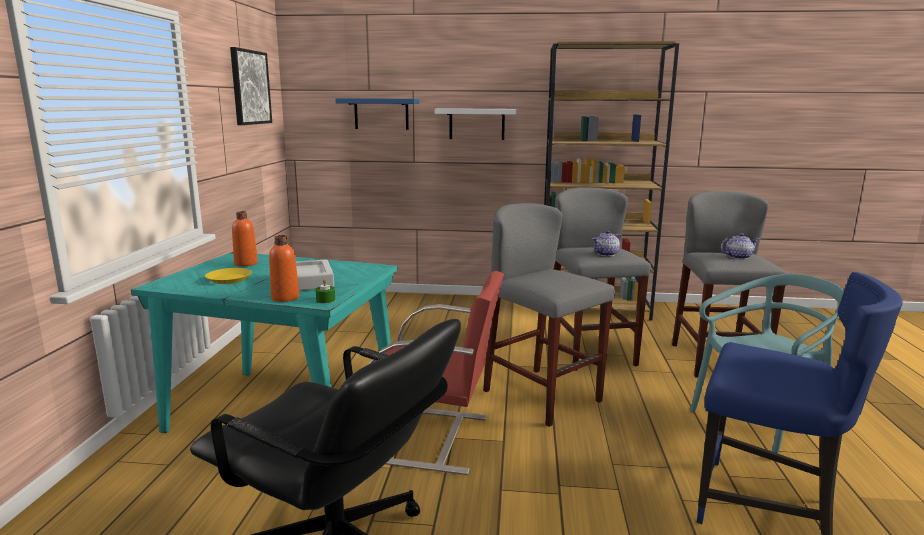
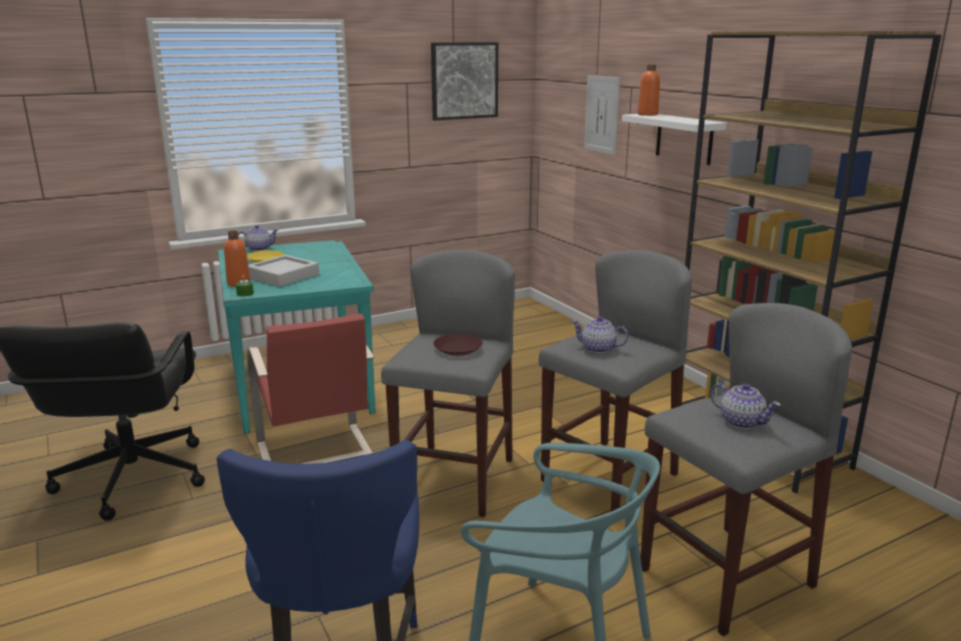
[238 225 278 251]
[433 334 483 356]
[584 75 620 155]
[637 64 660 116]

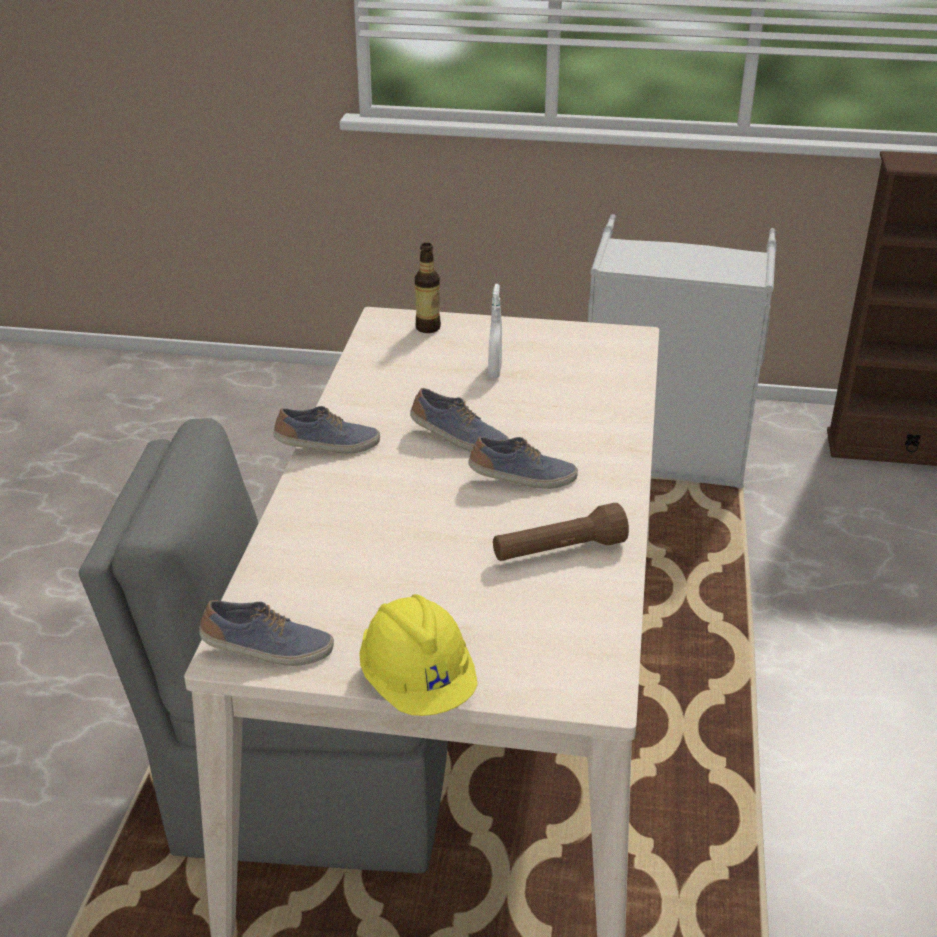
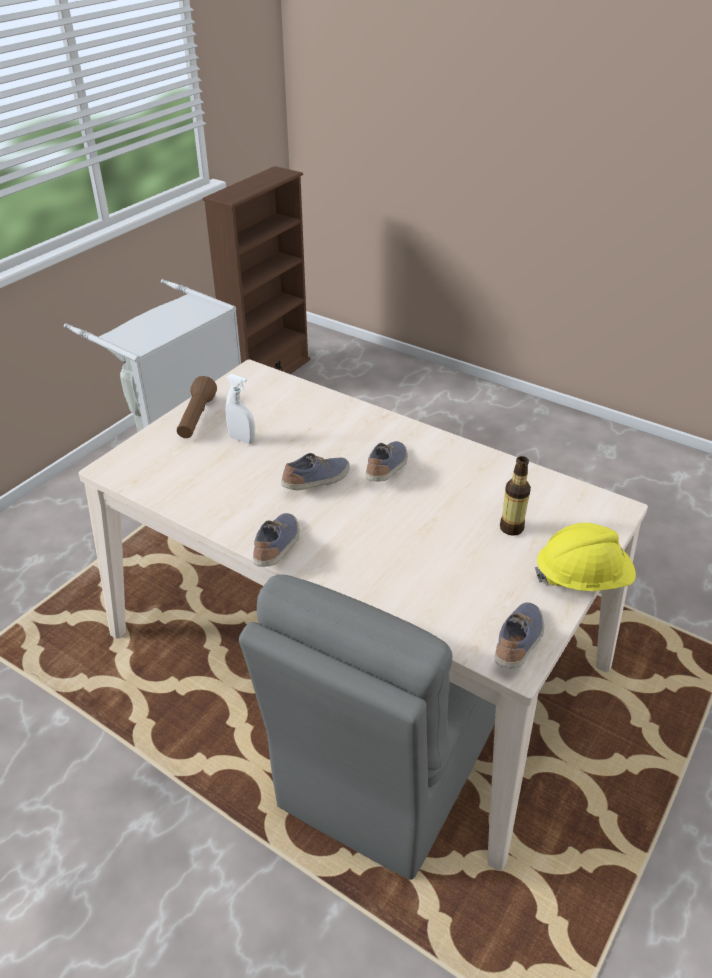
[177 376 217 438]
[500 456 531 536]

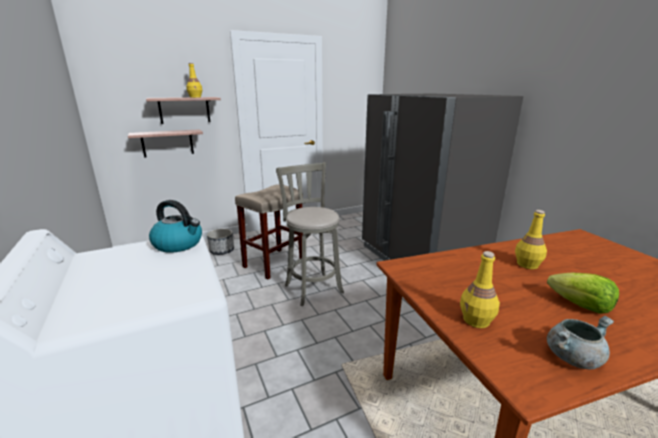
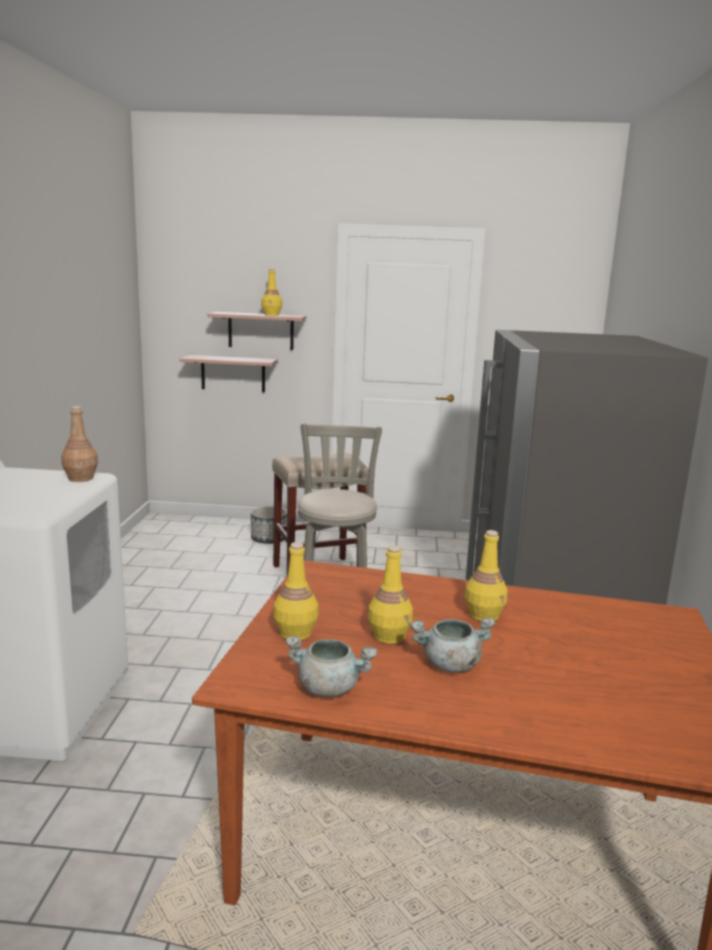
[61 406 98 482]
[368 545 413 644]
[409 617 496 673]

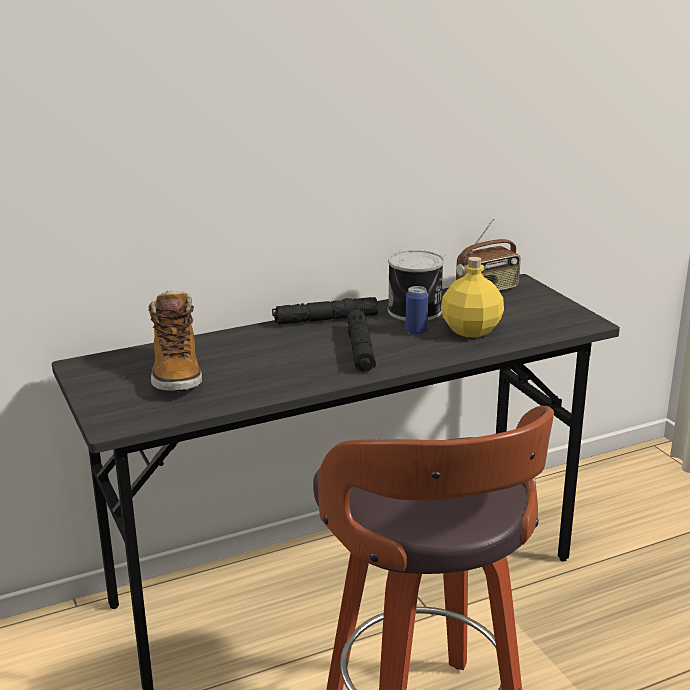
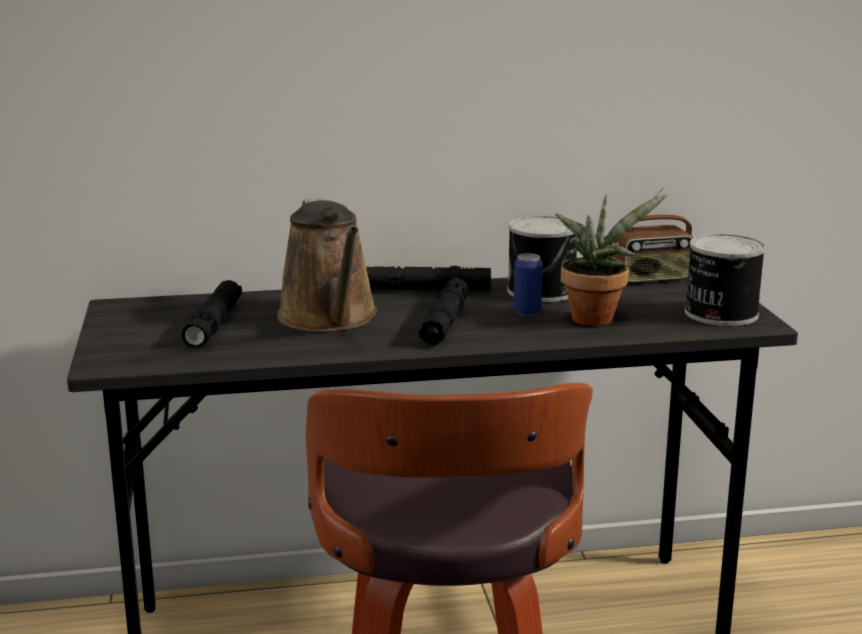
[181 280 242 348]
[277 198 377 332]
[555 194 668 326]
[685 234 765 326]

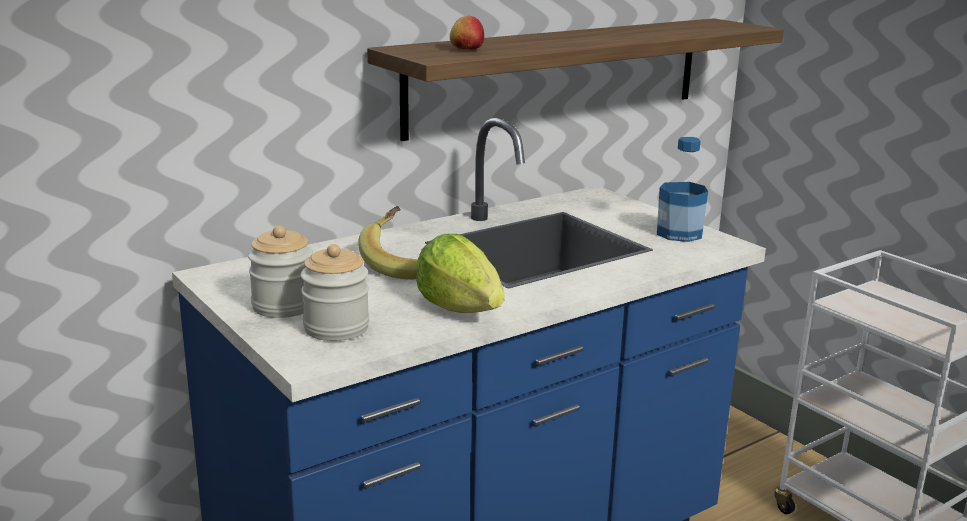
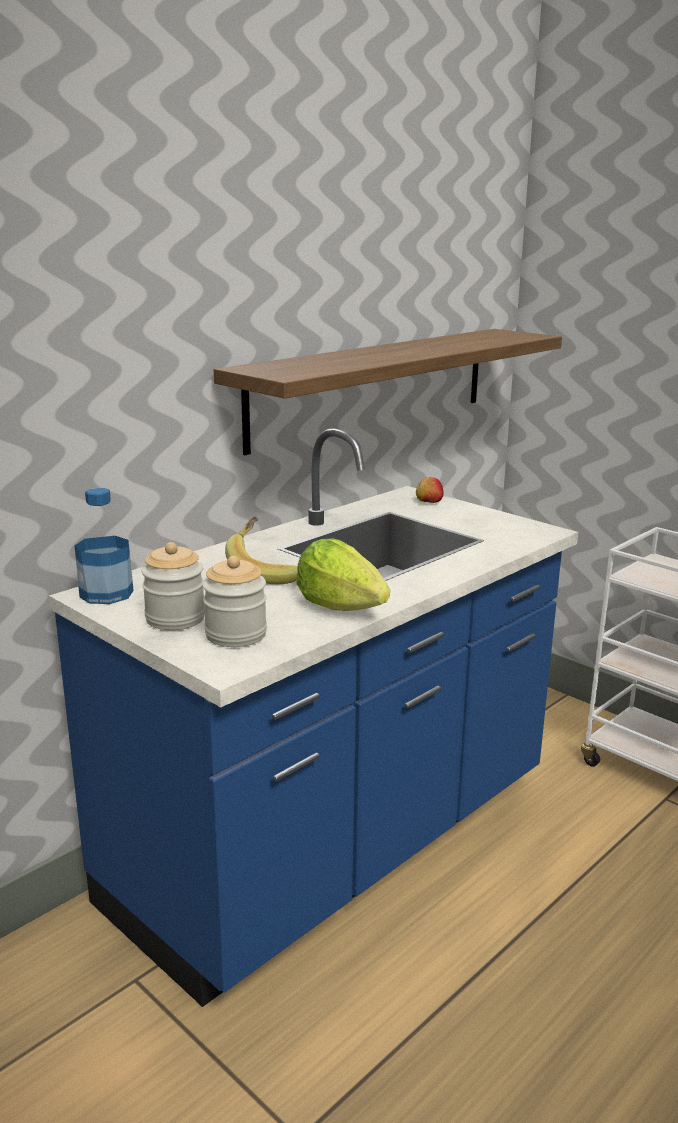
[74 488 134 604]
[416 477 444 503]

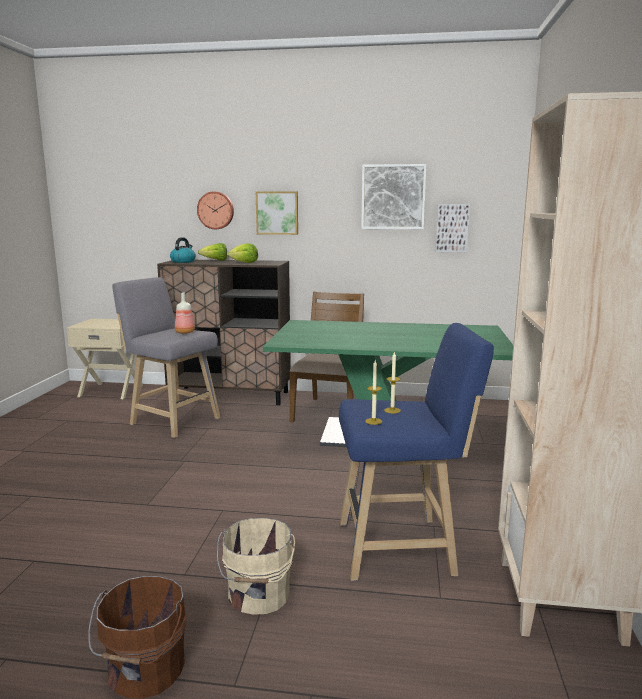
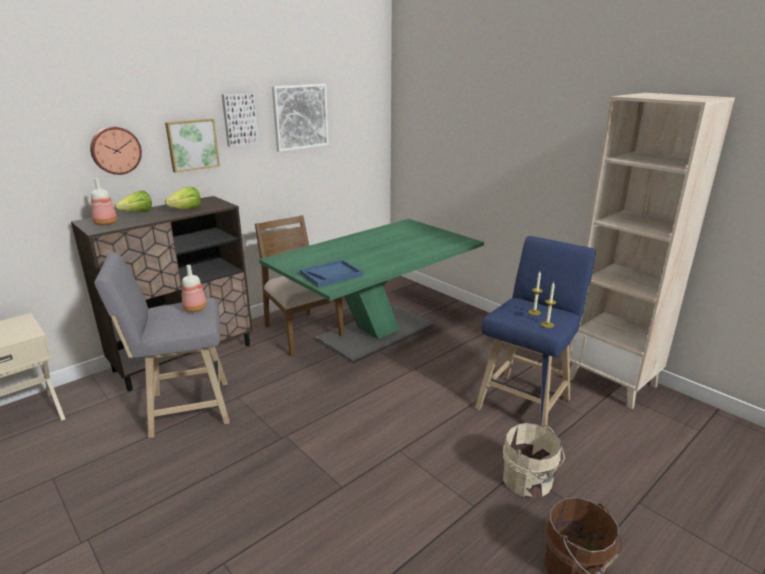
[91 178 117 225]
[222 93 259 147]
[300 260 363 287]

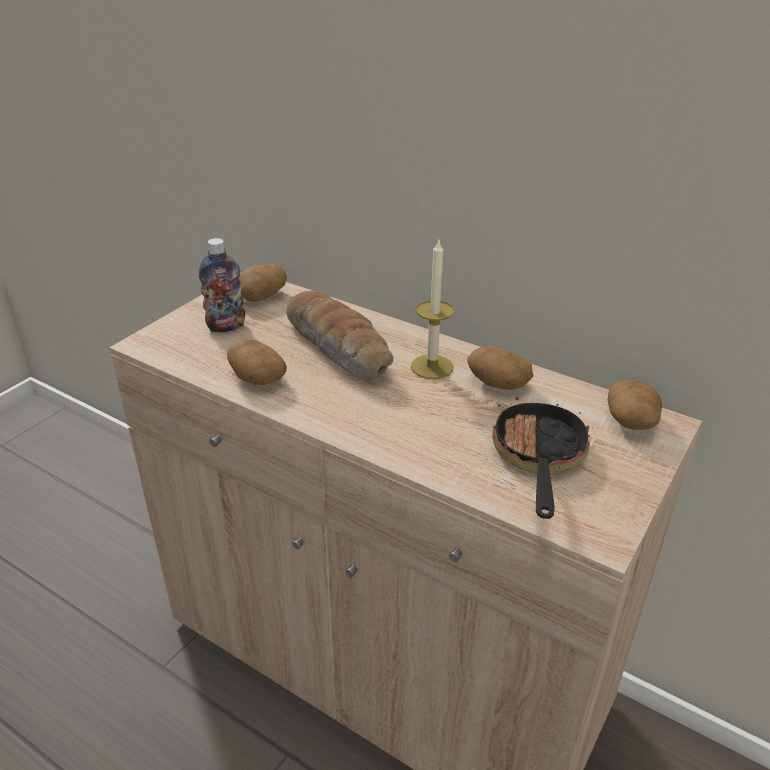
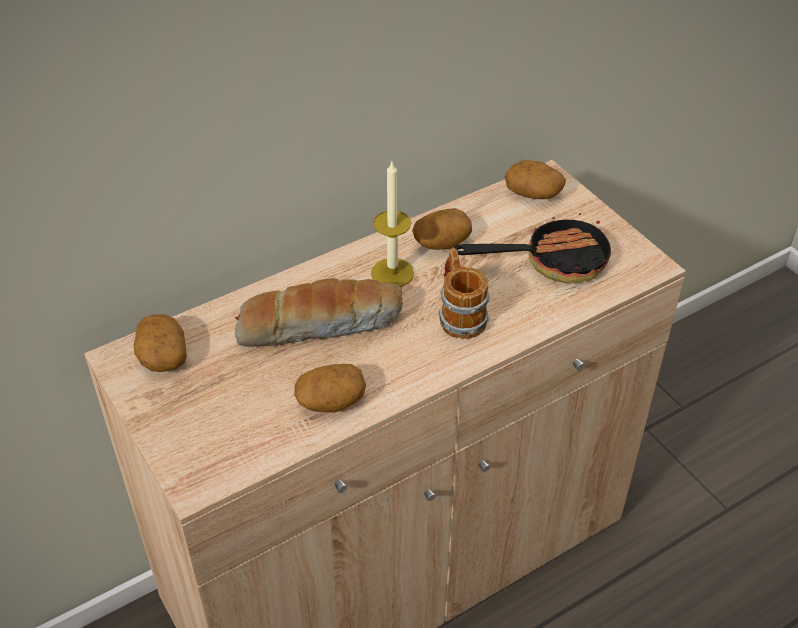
[438 249 490 339]
[454 213 611 283]
[199 238 245 332] (first image)

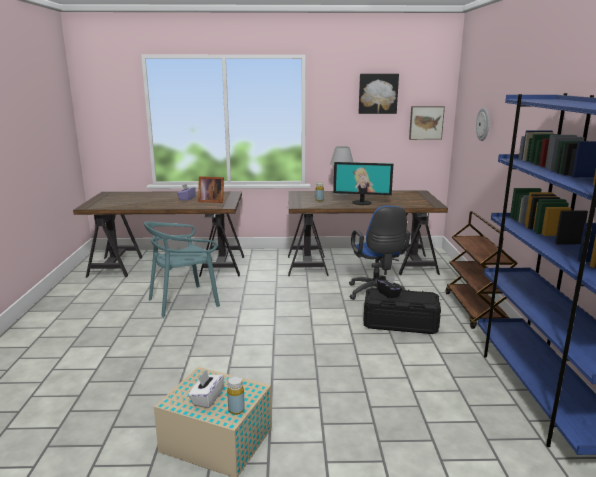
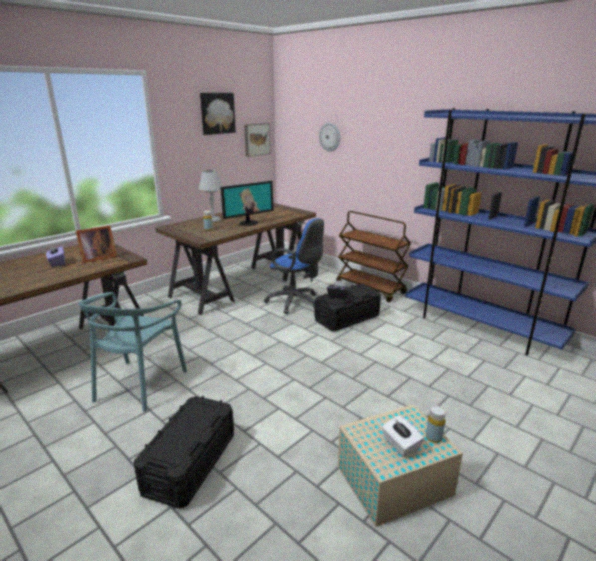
[134 396 234 509]

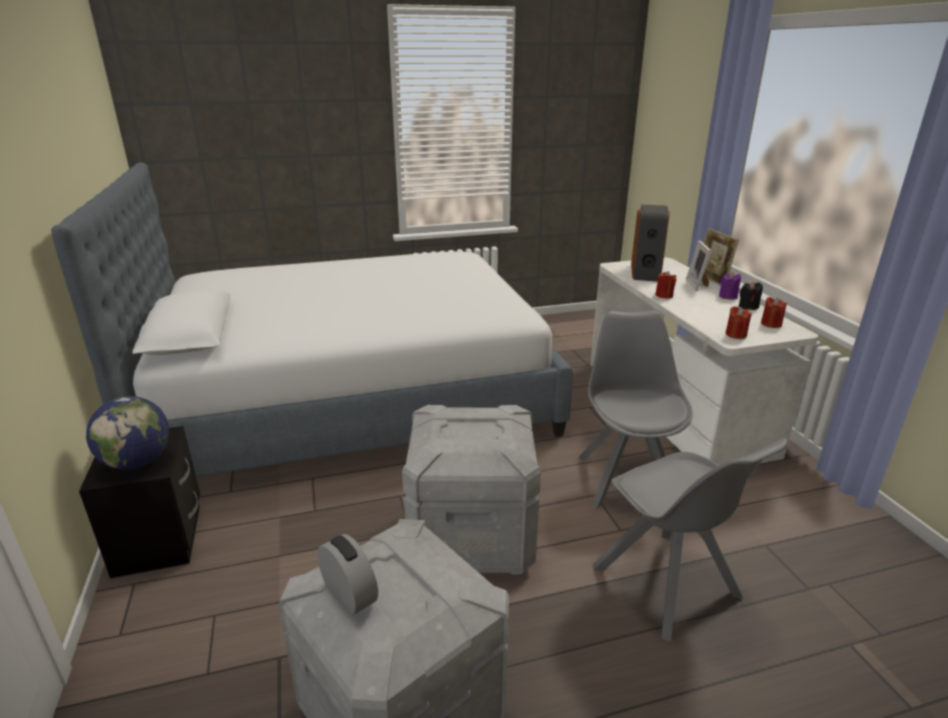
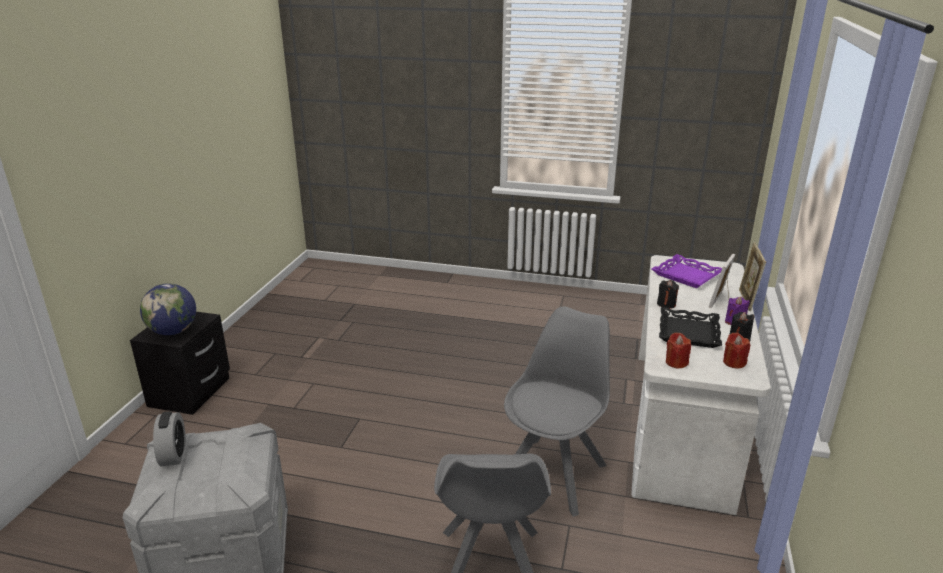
[652 254 722 288]
[657 280 679 309]
[659 307 722 348]
[51 162 573 477] (first image)
[402 405 541 575] (first image)

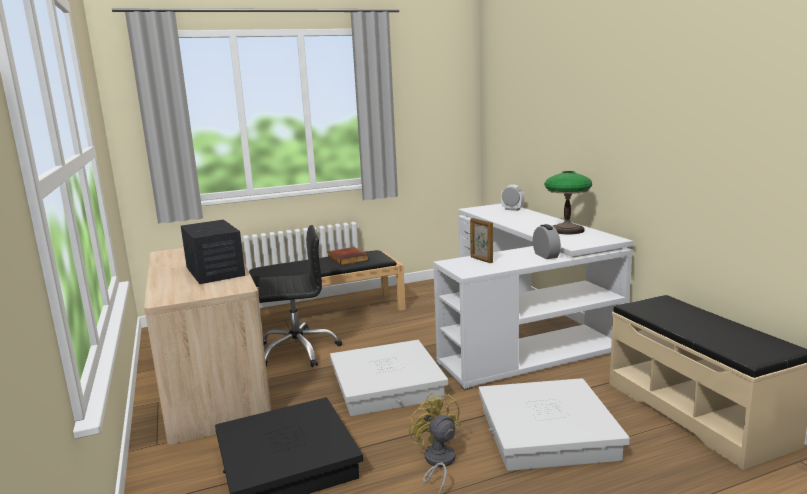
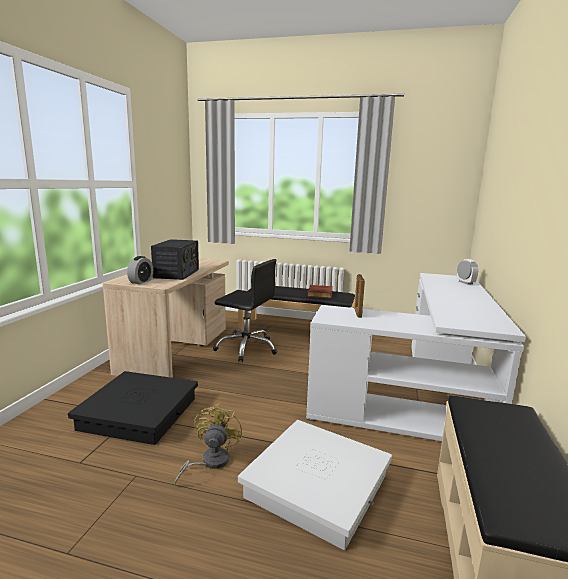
[127 256 153 284]
[330 340 448 416] (first image)
[545 171 592 234] (first image)

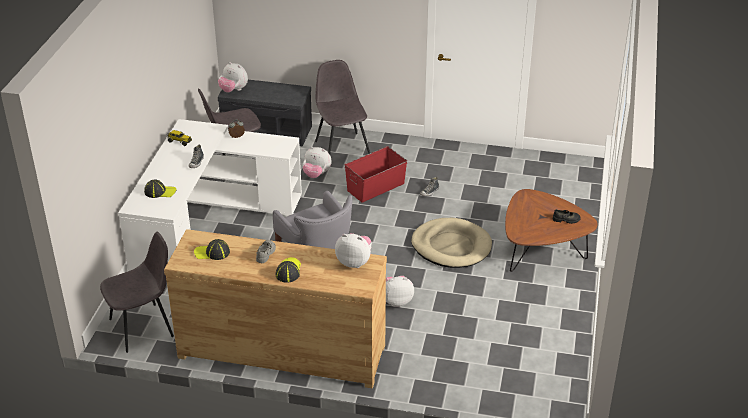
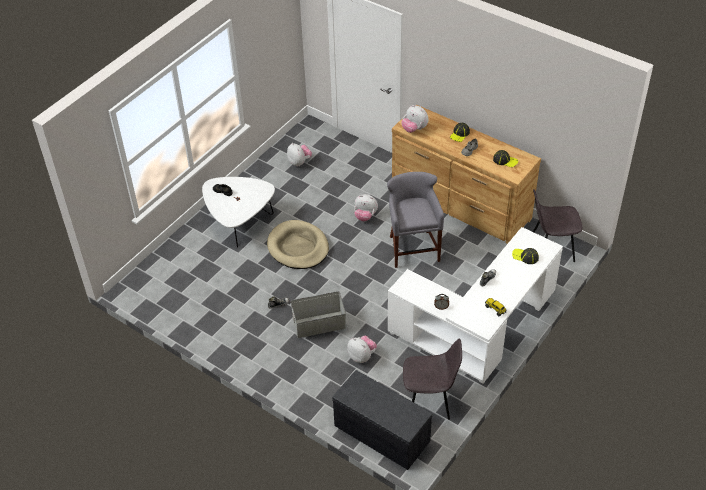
[202 177 275 248]
[287 143 312 166]
[291 291 346 338]
[315 60 370 154] (first image)

